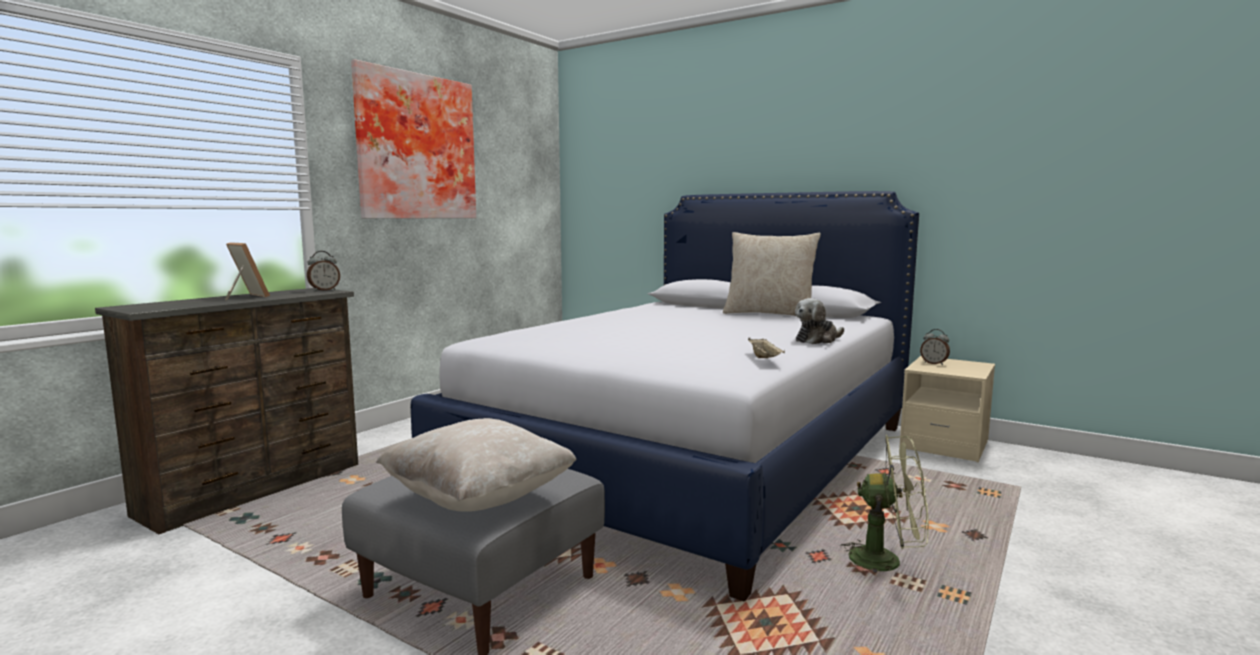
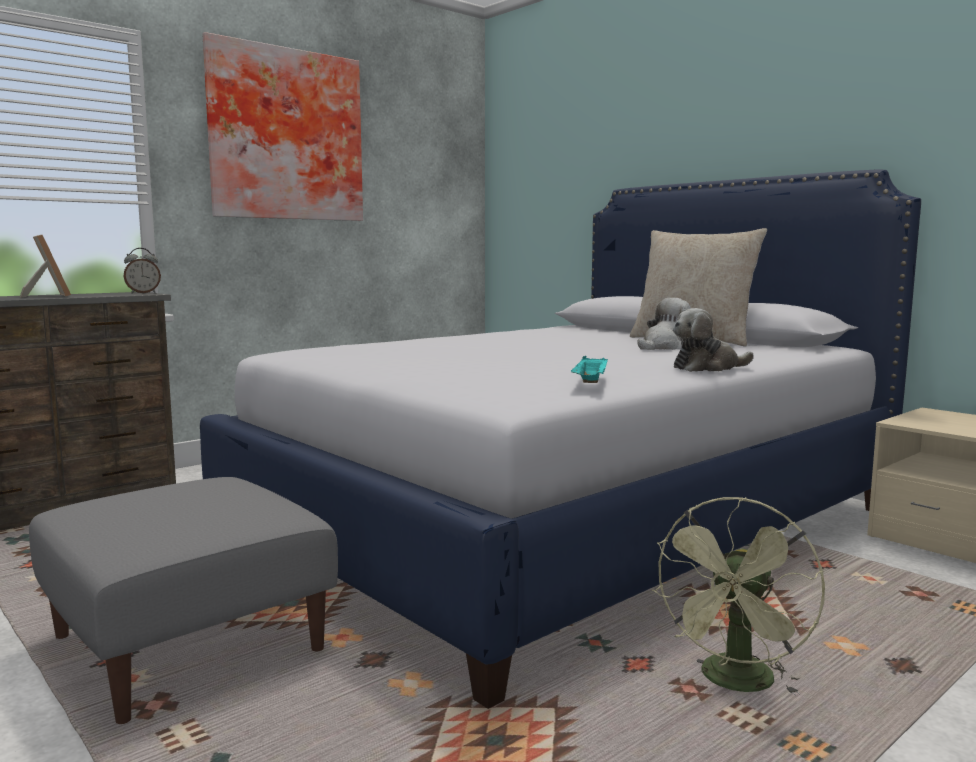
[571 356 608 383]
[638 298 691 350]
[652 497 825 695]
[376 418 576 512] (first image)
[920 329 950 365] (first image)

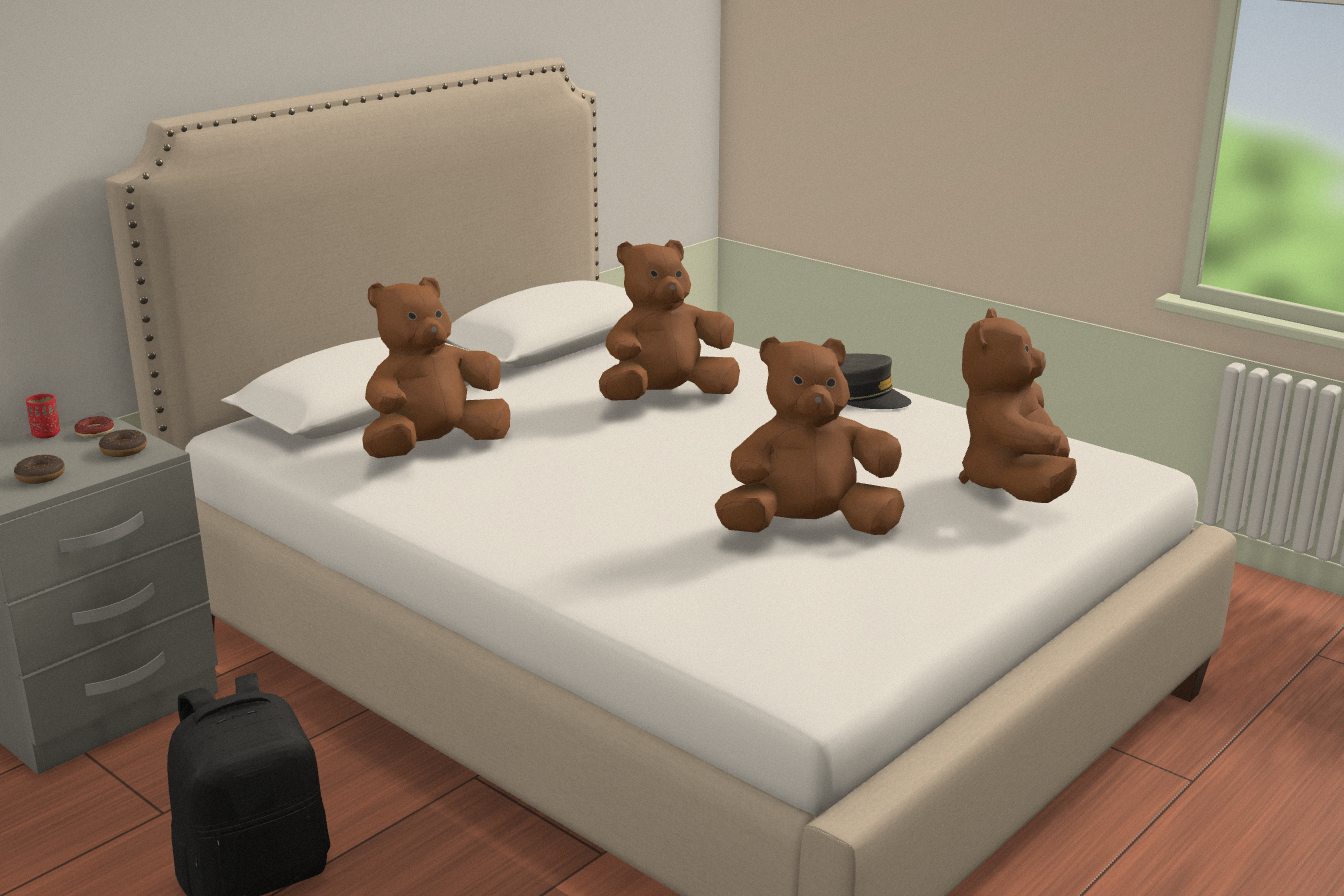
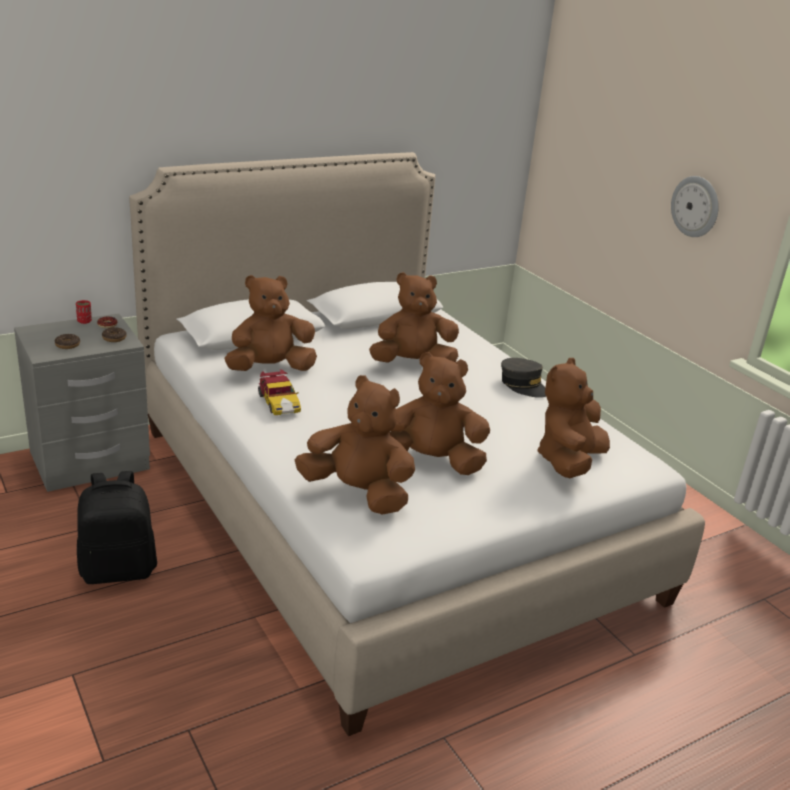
[258 369 301 415]
[295 375 415 515]
[671 176 719 237]

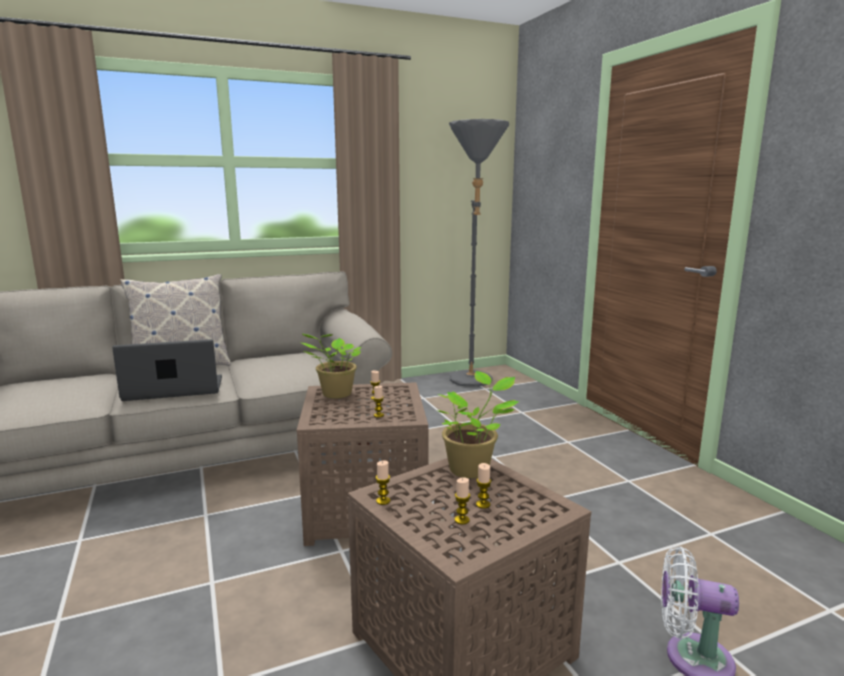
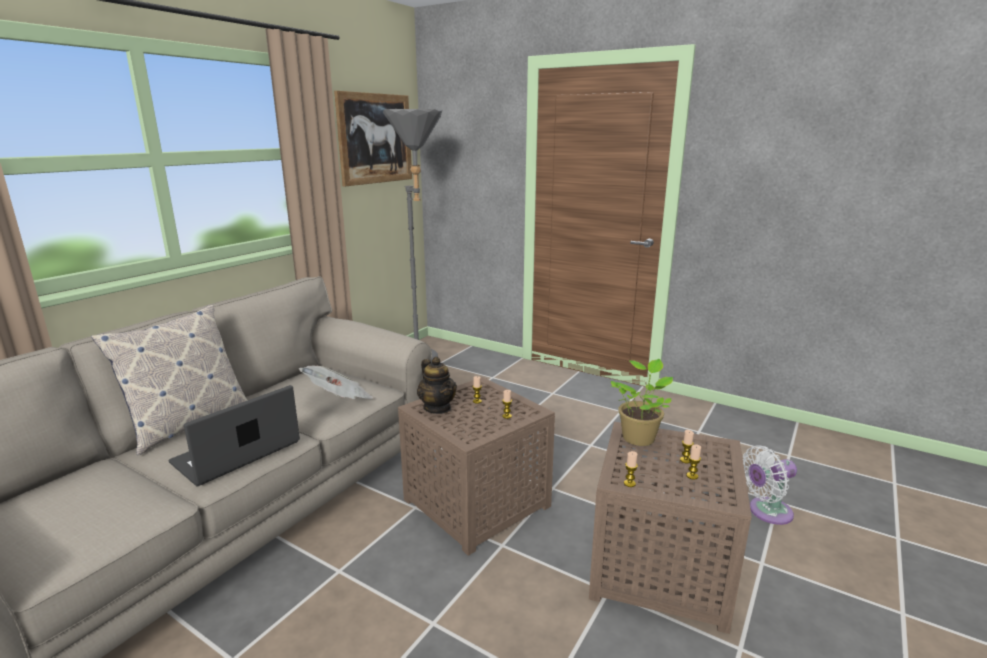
[299 366 374 399]
[334 91 412 187]
[417 357 457 414]

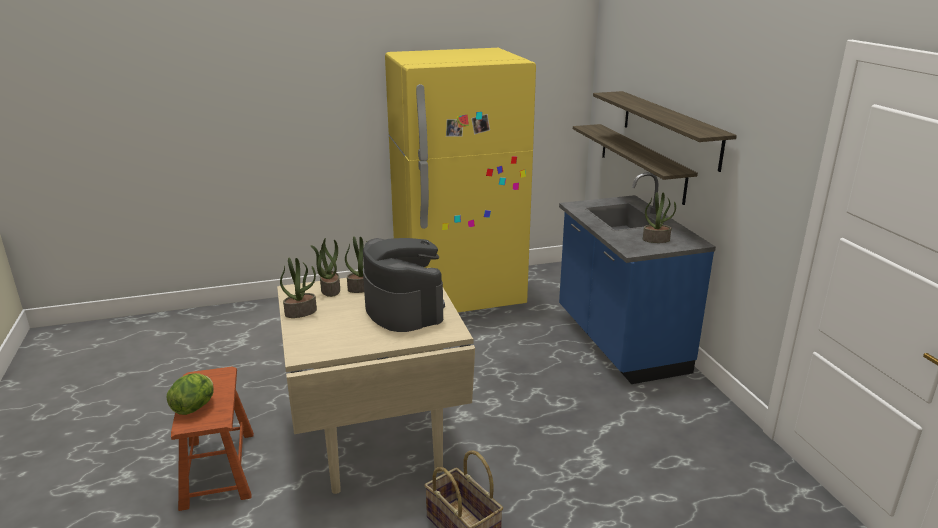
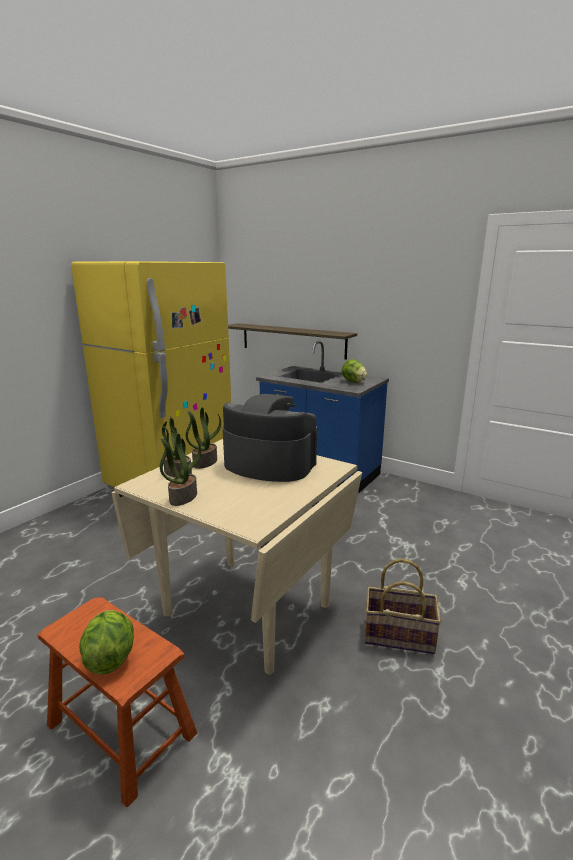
[342 359 368 383]
[593 91 737 172] (first image)

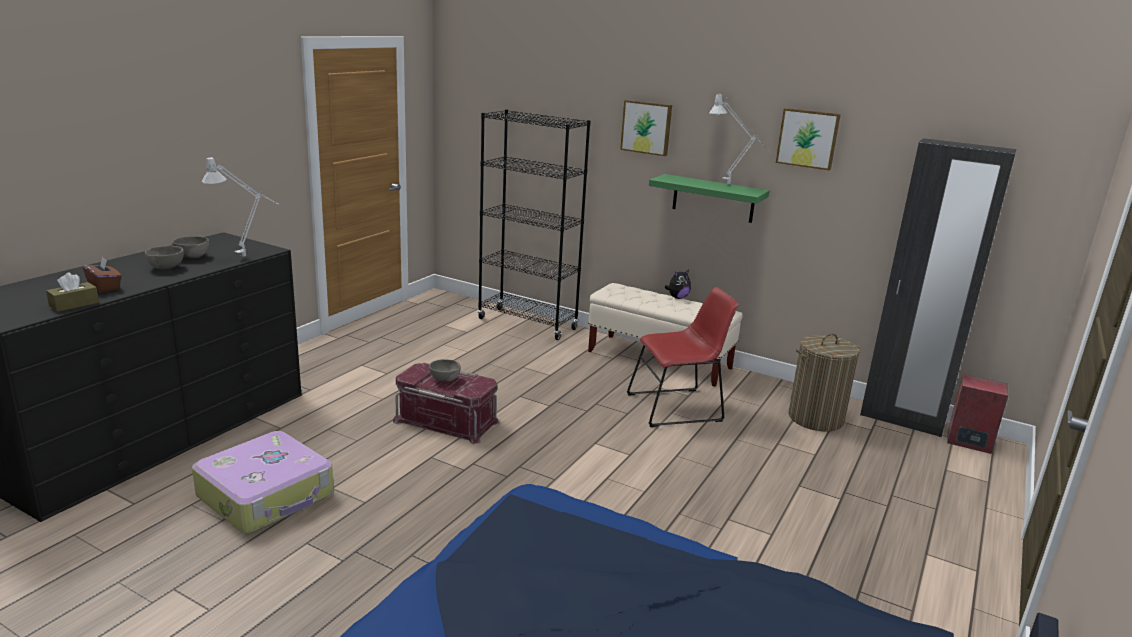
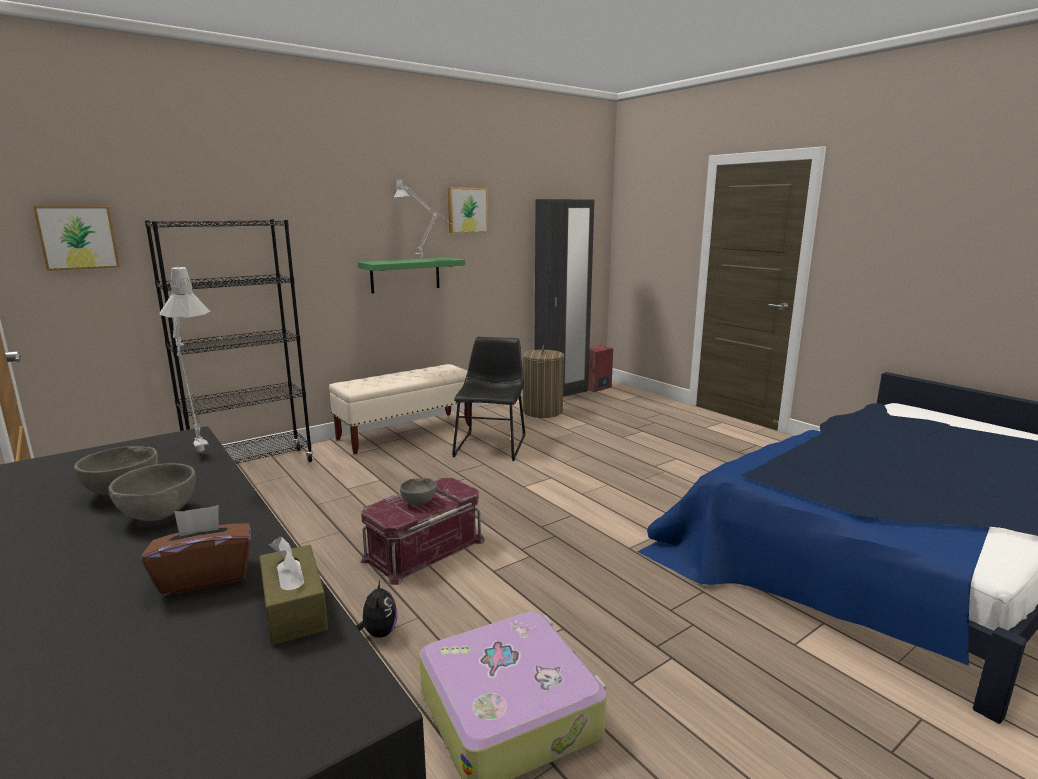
[33 206 120 271]
[356 580 398 638]
[452 337 525 461]

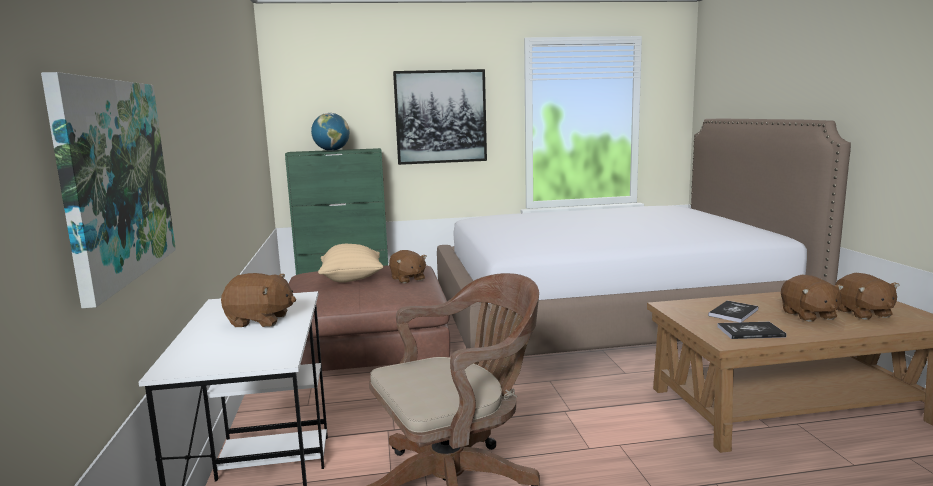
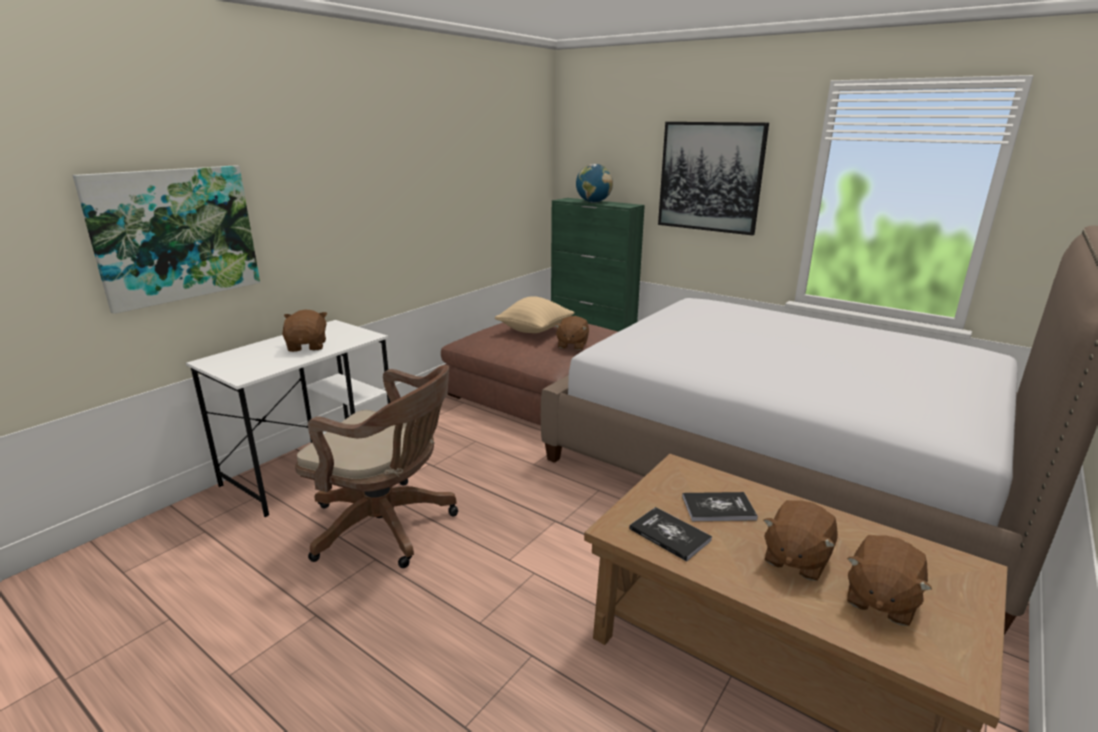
[282 310 327 352]

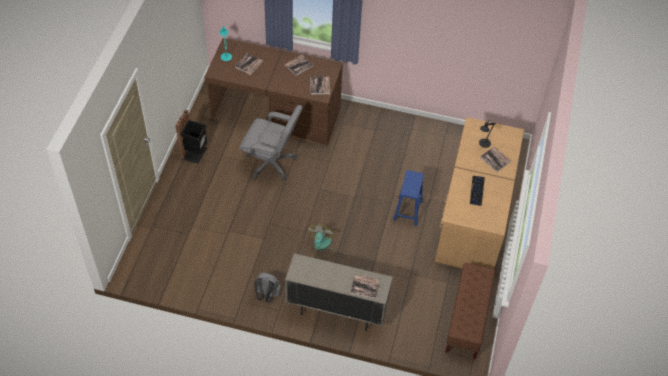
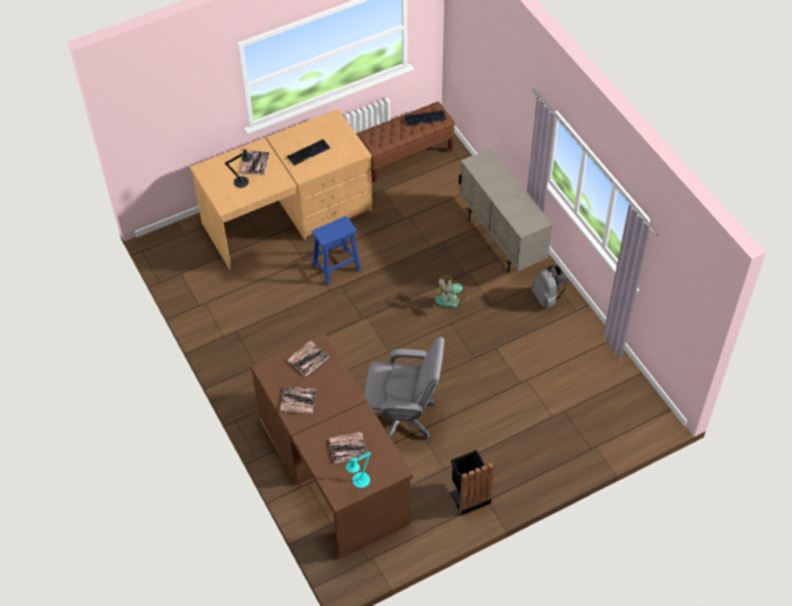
[364 337 444 439]
[404 110 446 126]
[350 275 380 299] (first image)

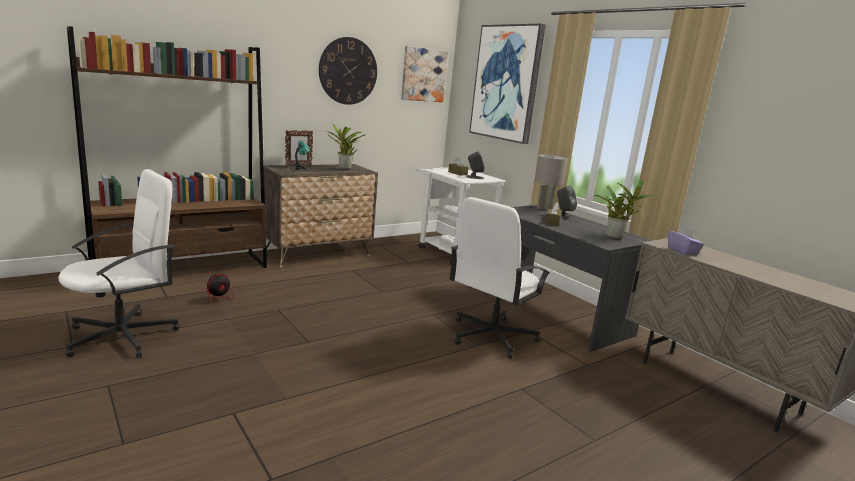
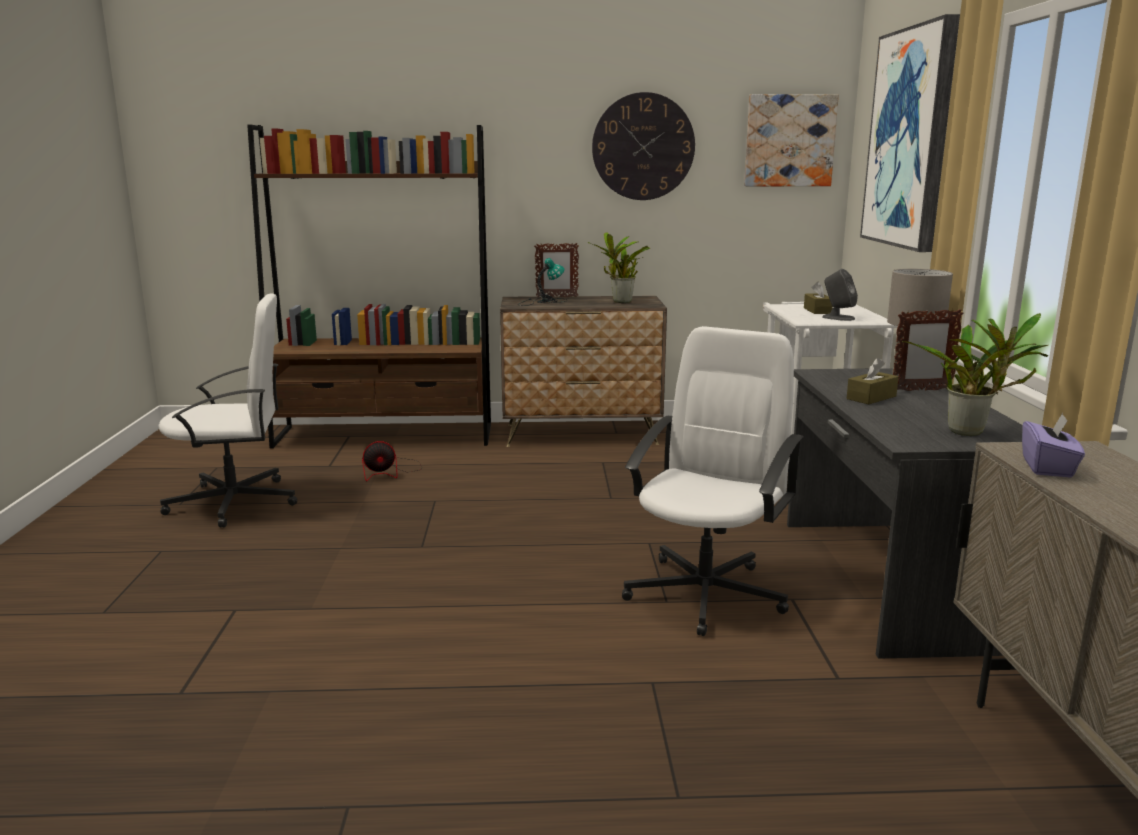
[622 326 804 636]
[893 309 963 391]

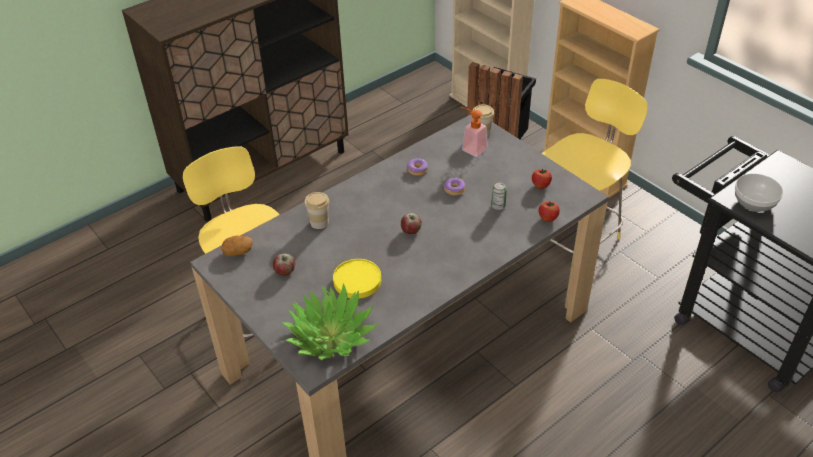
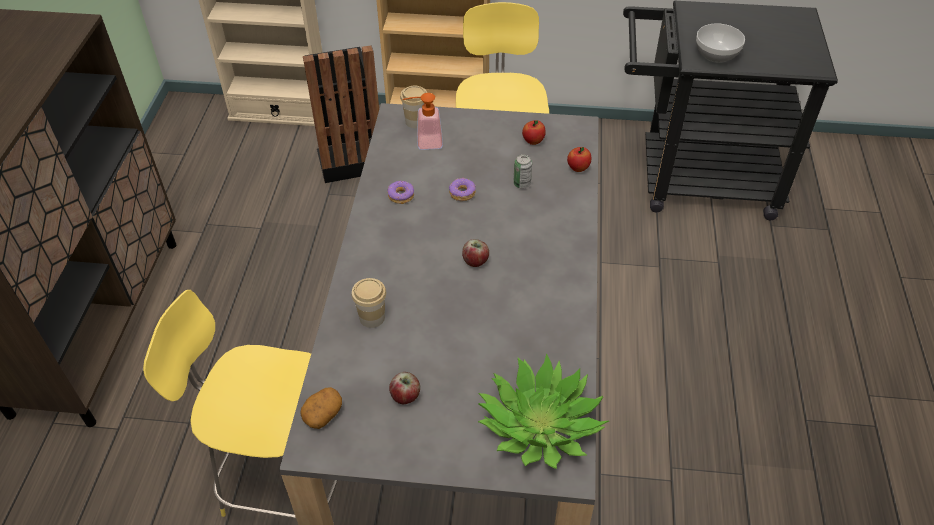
[333 259 381 299] (first image)

